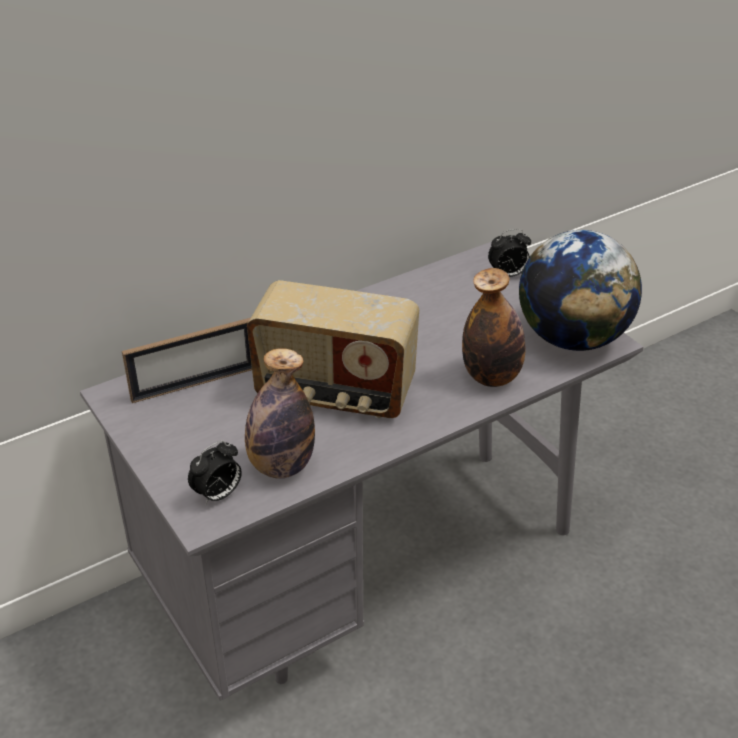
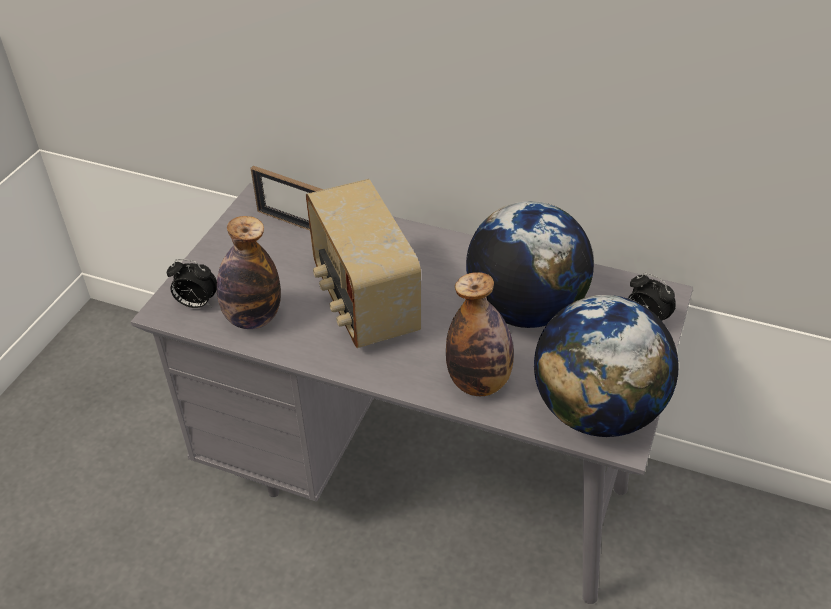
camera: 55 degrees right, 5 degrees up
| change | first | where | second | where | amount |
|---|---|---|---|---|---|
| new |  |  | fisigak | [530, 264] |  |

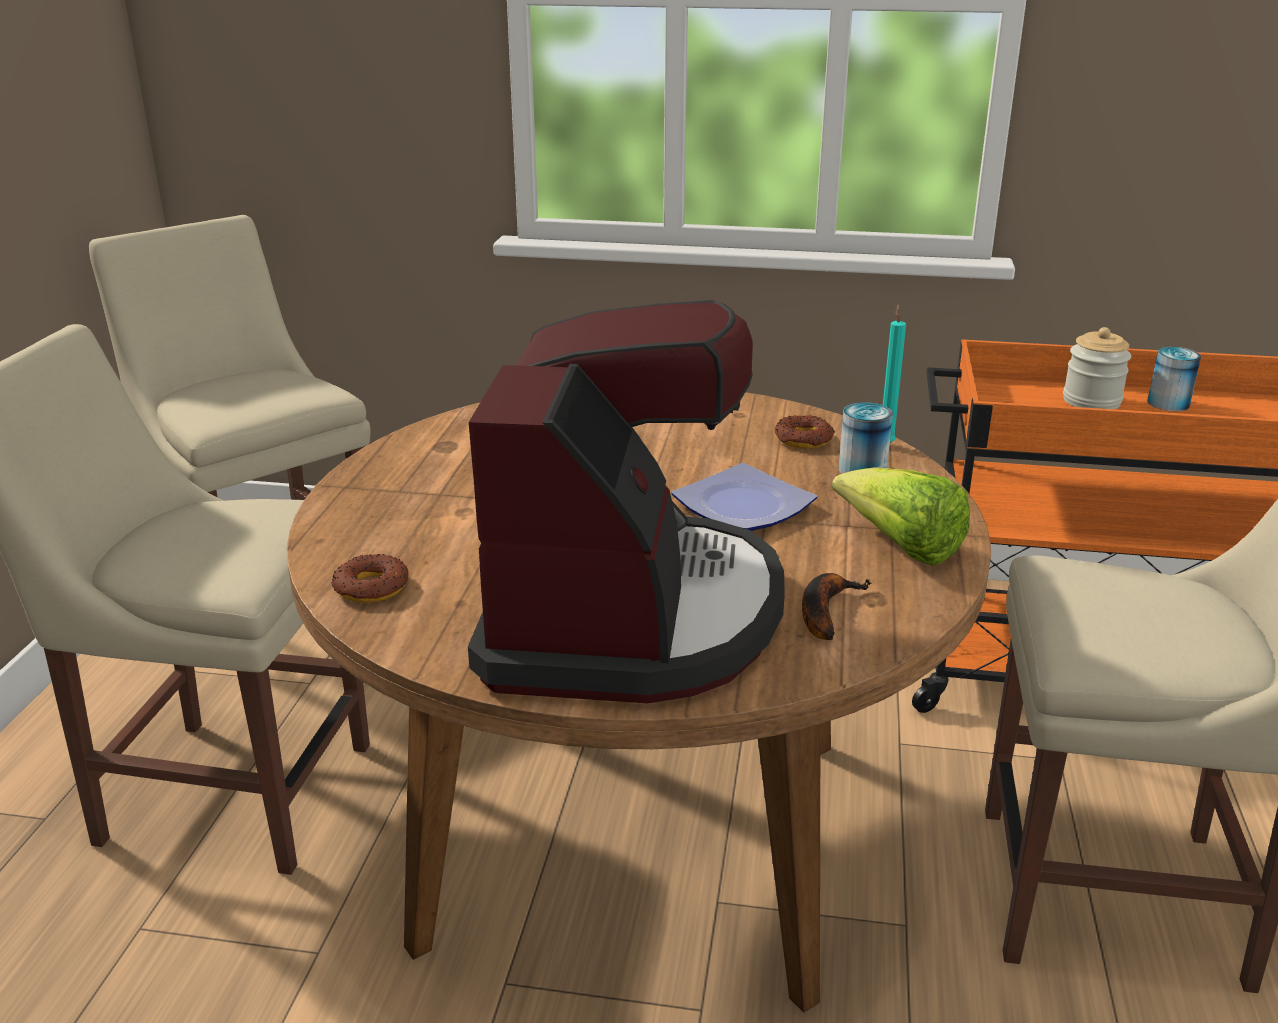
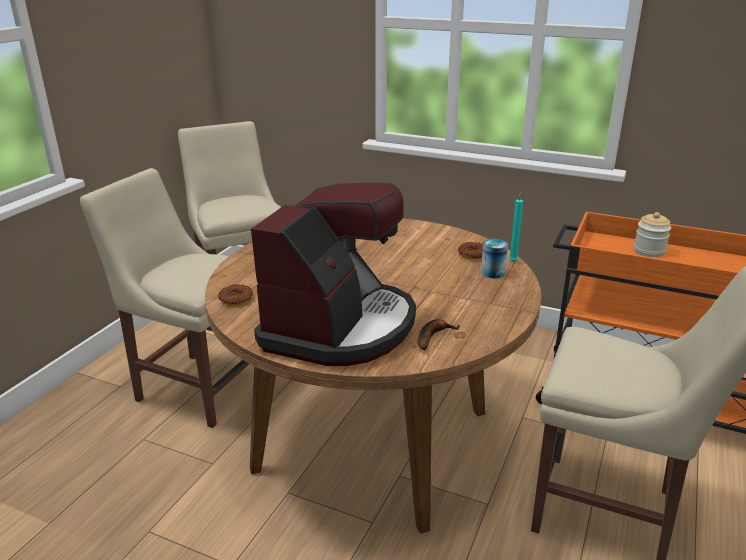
camera: 15 degrees right, 0 degrees up
| change | first | where | second | where | amount |
|---|---|---|---|---|---|
| gone | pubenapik | [744, 497] |  |  |  |
| gone | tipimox | [901, 516] |  |  |  |
| gone | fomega | [1174, 379] |  |  |  |

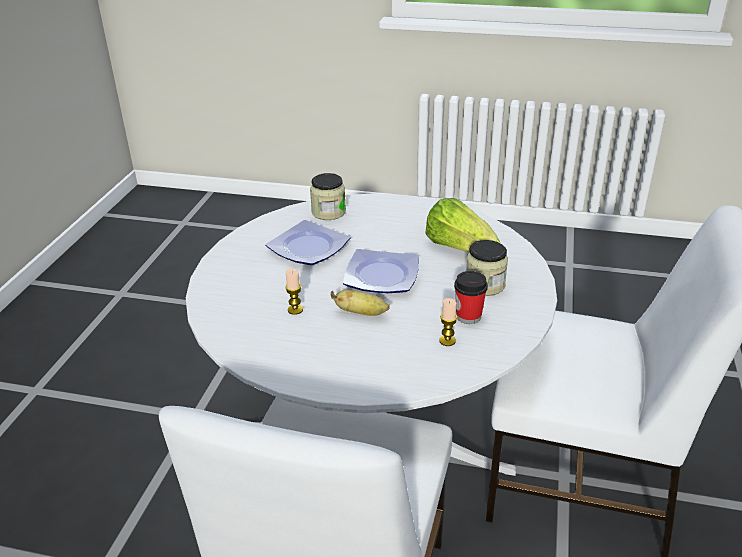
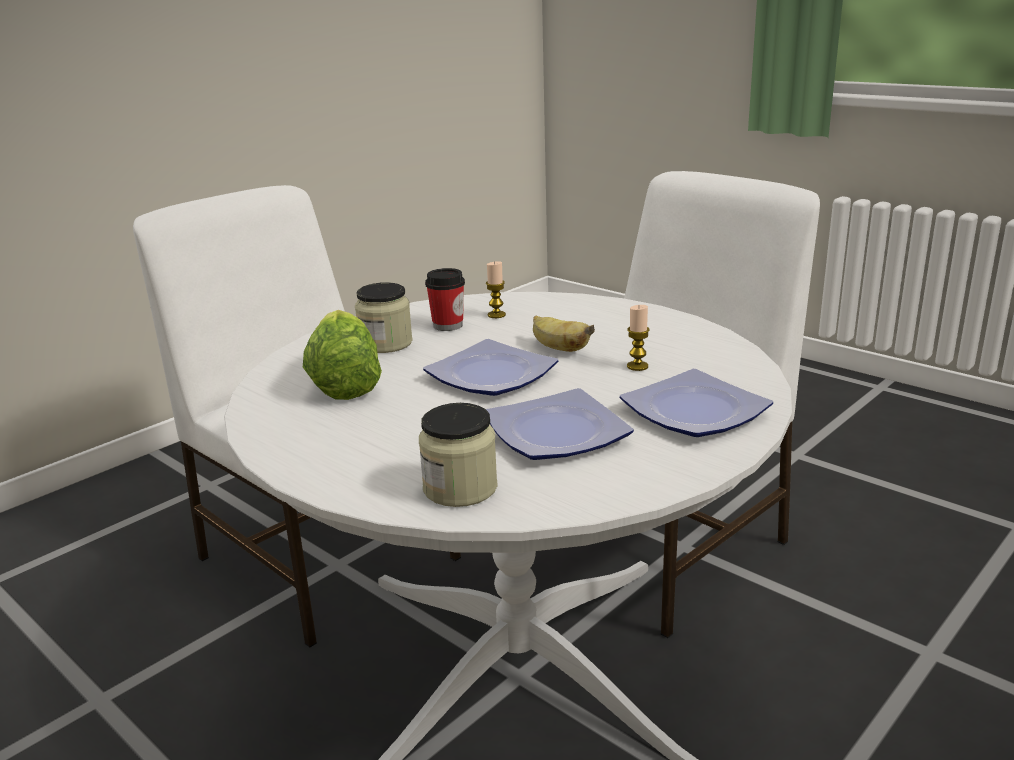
camera: 150 degrees left, 10 degrees down
| change | first | where | second | where | amount |
|---|---|---|---|---|---|
| new |  |  | pubenapik | [696, 403] |  |

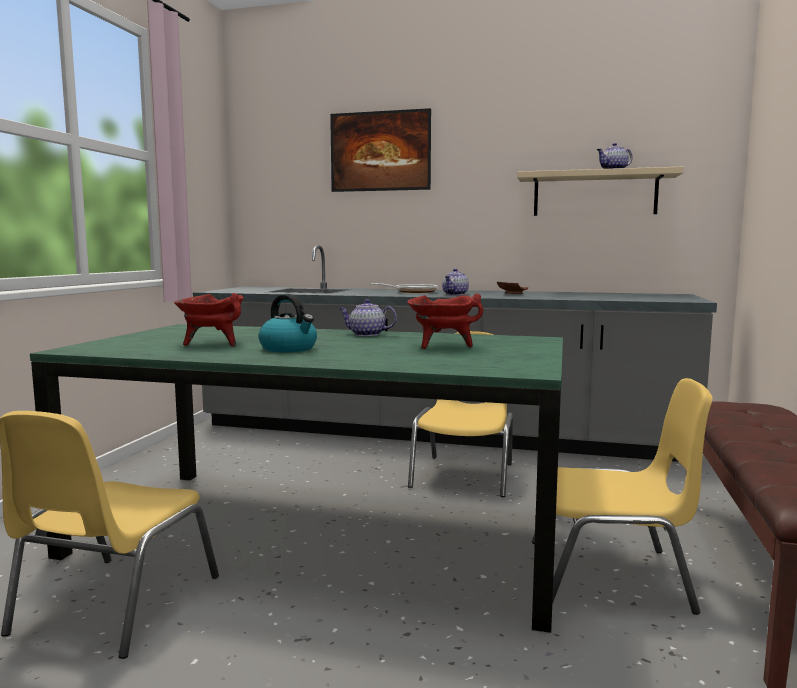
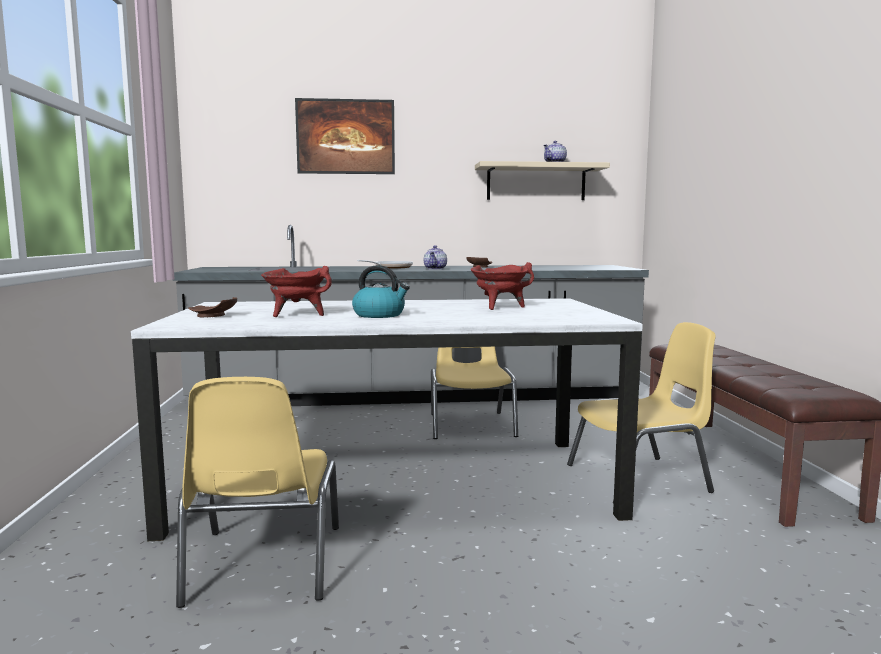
camera: 20 degrees left, 0 degrees up
| change | first | where | second | where | amount |
|---|---|---|---|---|---|
| repainted | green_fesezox | [296, 478] | white_fesezox | [387, 419] |  |
| gone | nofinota | [367, 317] |  |  |  |
| new |  |  | brown_pubenapik | [212, 307] |  |

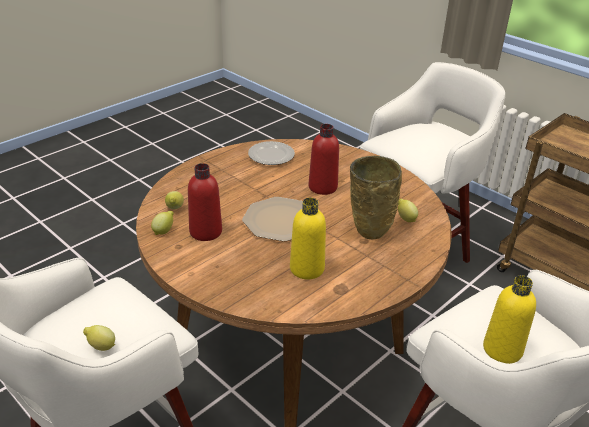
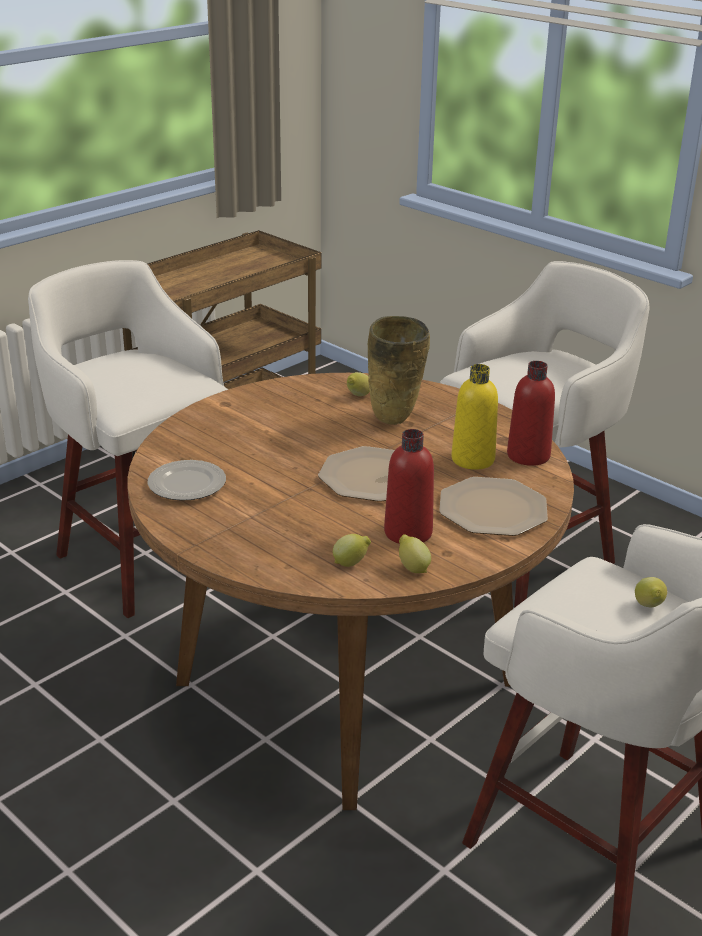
camera: 90 degrees left, 5 degrees down
| change | first | where | second | where | amount |
|---|---|---|---|---|---|
| shifted | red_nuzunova | [324, 159] |  | [531, 413] |  |
| gone | yellow_nuzunova | [509, 319] |  |  |  |
| new |  |  | pubenapik | [493, 506] |  |

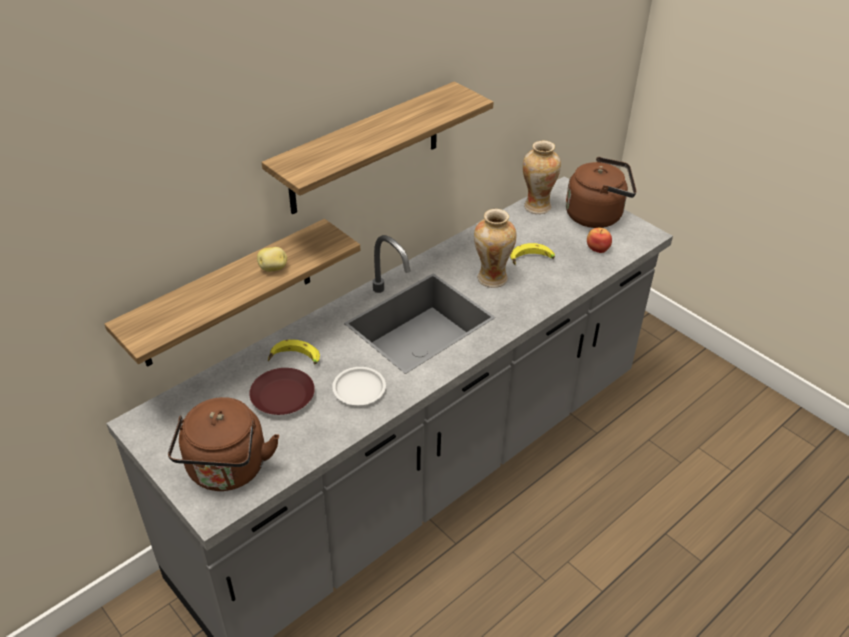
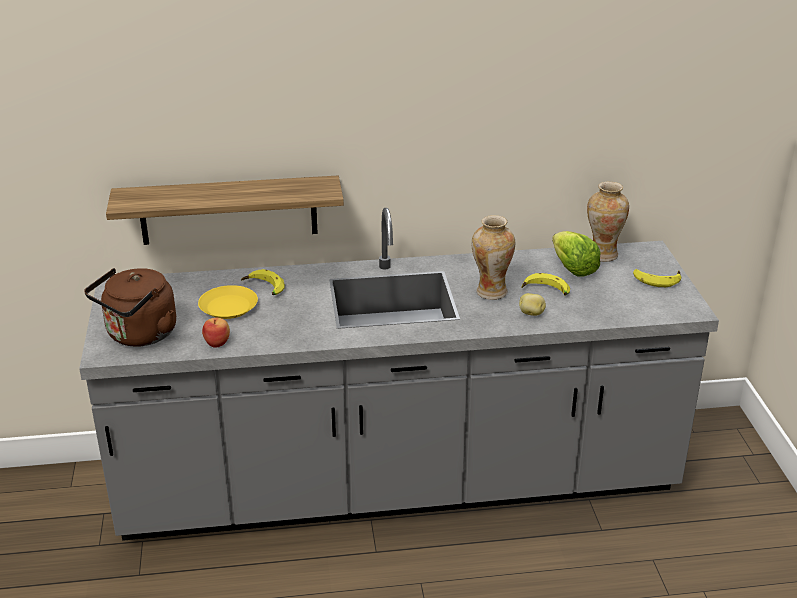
camera: 35 degrees right, 10 degrees down
| change | first | where | second | where | amount |
|---|---|---|---|---|---|
| repainted | brown_pubenapik | [282, 391] | yellow_pubenapik | [228, 302] |  |
| shifted | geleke | [272, 259] |  | [532, 304] |  |
| gone | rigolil | [377, 147] |  |  |  |
| gone | white_pubenapik | [359, 386] |  |  |  |
| swapped | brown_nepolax | [601, 192] | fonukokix | [657, 278] |  |
| shifted | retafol | [599, 240] |  | [216, 333] |  |
| new |  |  | tipimox | [576, 253] |  |

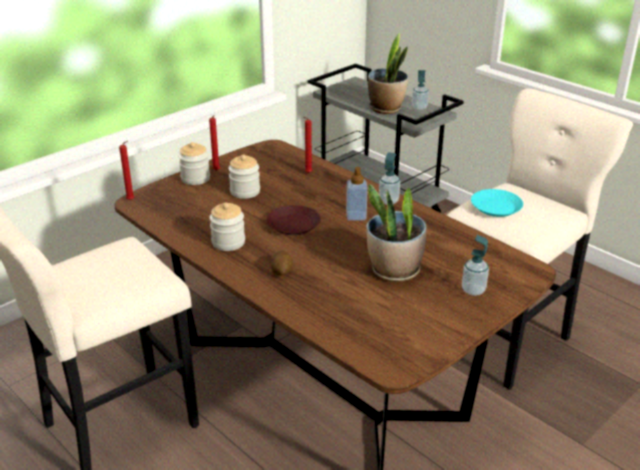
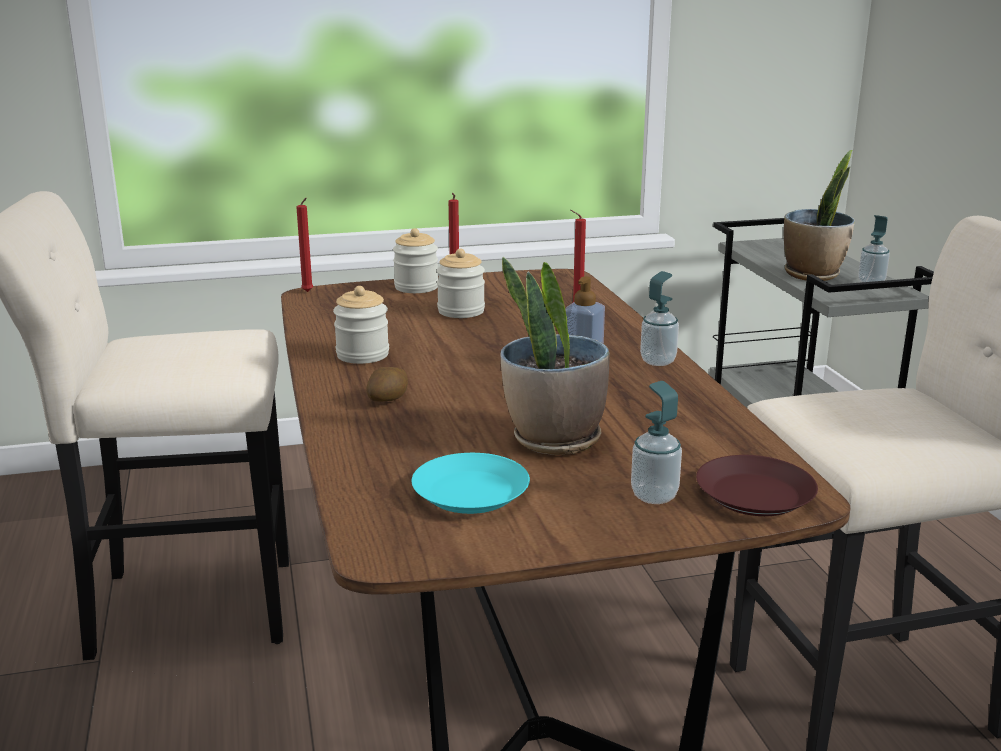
camera: 30 degrees right, 10 degrees down
| change | first | where | second | where | amount |
|---|---|---|---|---|---|
| shifted | brown_pubenapik | [294, 220] |  | [757, 485] |  |
| shifted | turquoise_pubenapik | [497, 203] |  | [471, 483] |  |

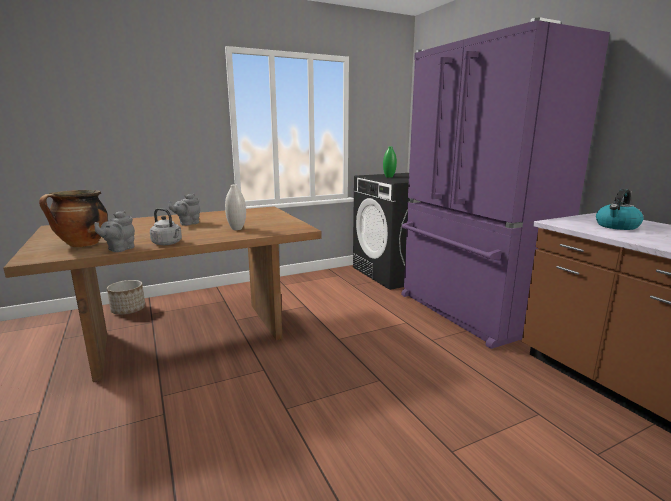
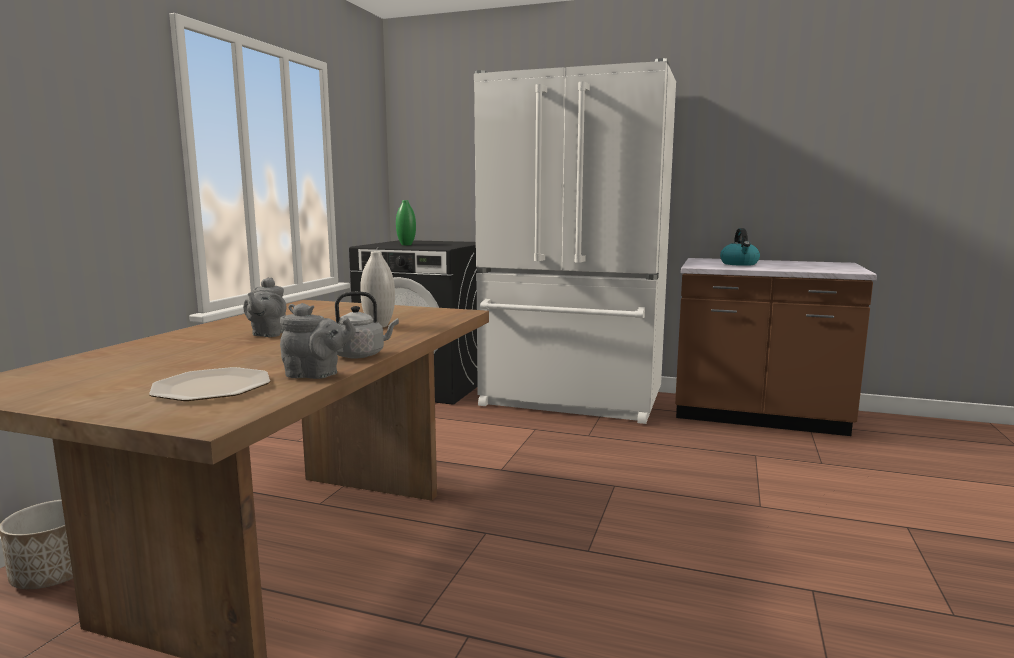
camera: 45 degrees left, 5 degrees down
| change | first | where | second | where | amount |
|---|---|---|---|---|---|
| swapped | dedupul | [73, 219] | pubenapik | [209, 384] |  |
| rotated | grey_nofinota | [114, 231] |  | [318, 341] | 60 degrees counterclockwise |
| repainted | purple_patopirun | [505, 183] | white_patopirun | [575, 241] |  |

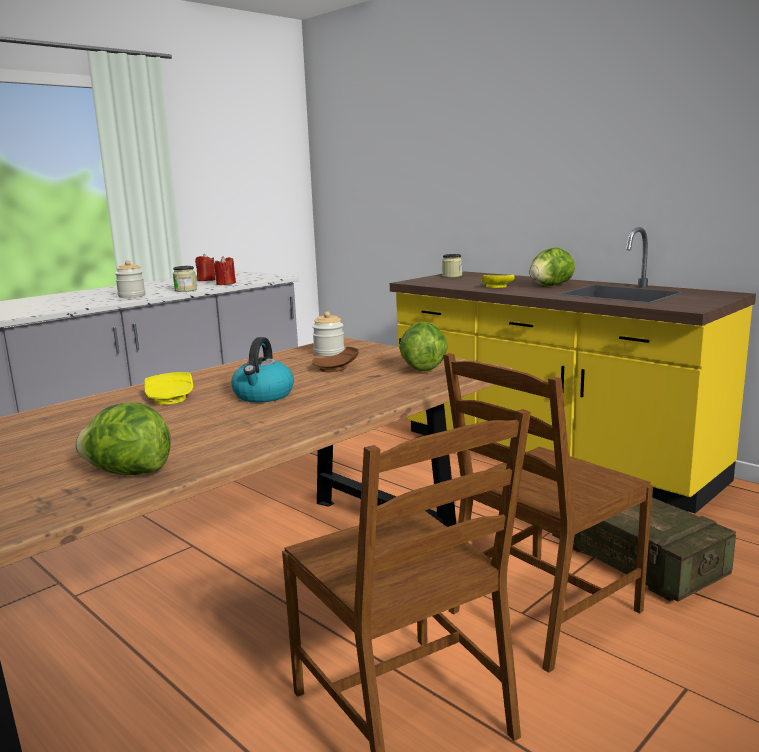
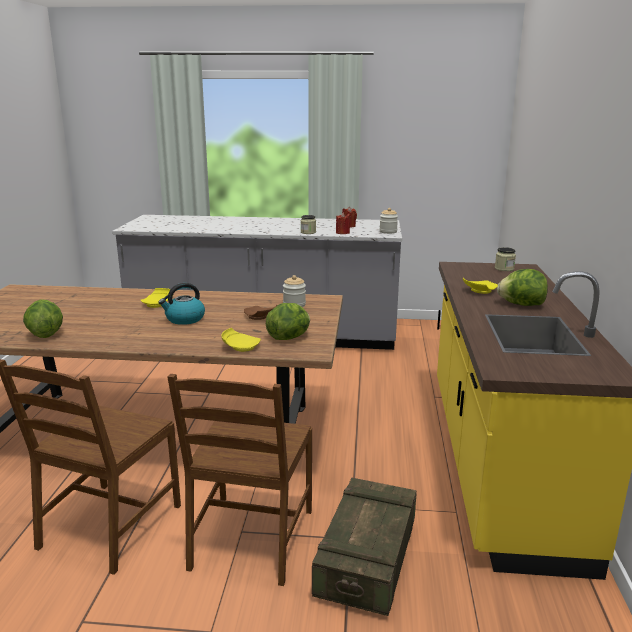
camera: 50 degrees right, 5 degrees up
| change | first | where | second | where | amount |
|---|---|---|---|---|---|
| shifted | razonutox | [130, 279] |  | [388, 221] |  |
| rotated | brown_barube | [548, 513] |  | [239, 480] | 90 degrees counterclockwise |
| new |  |  | yellow_pubenapik | [241, 340] |  |

